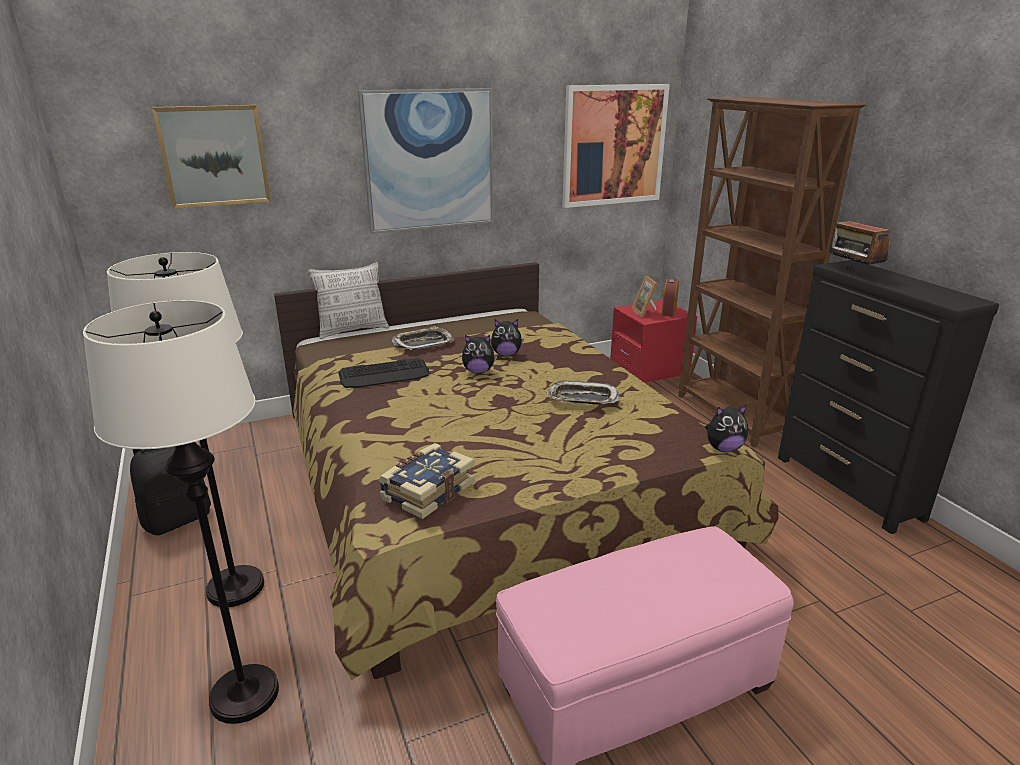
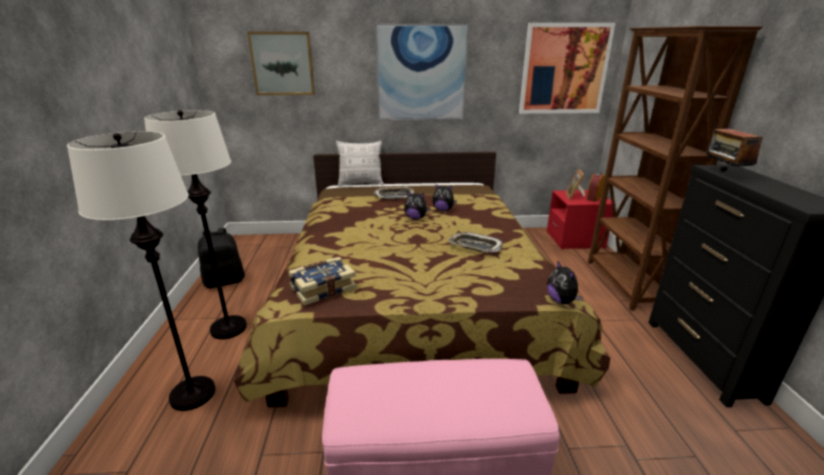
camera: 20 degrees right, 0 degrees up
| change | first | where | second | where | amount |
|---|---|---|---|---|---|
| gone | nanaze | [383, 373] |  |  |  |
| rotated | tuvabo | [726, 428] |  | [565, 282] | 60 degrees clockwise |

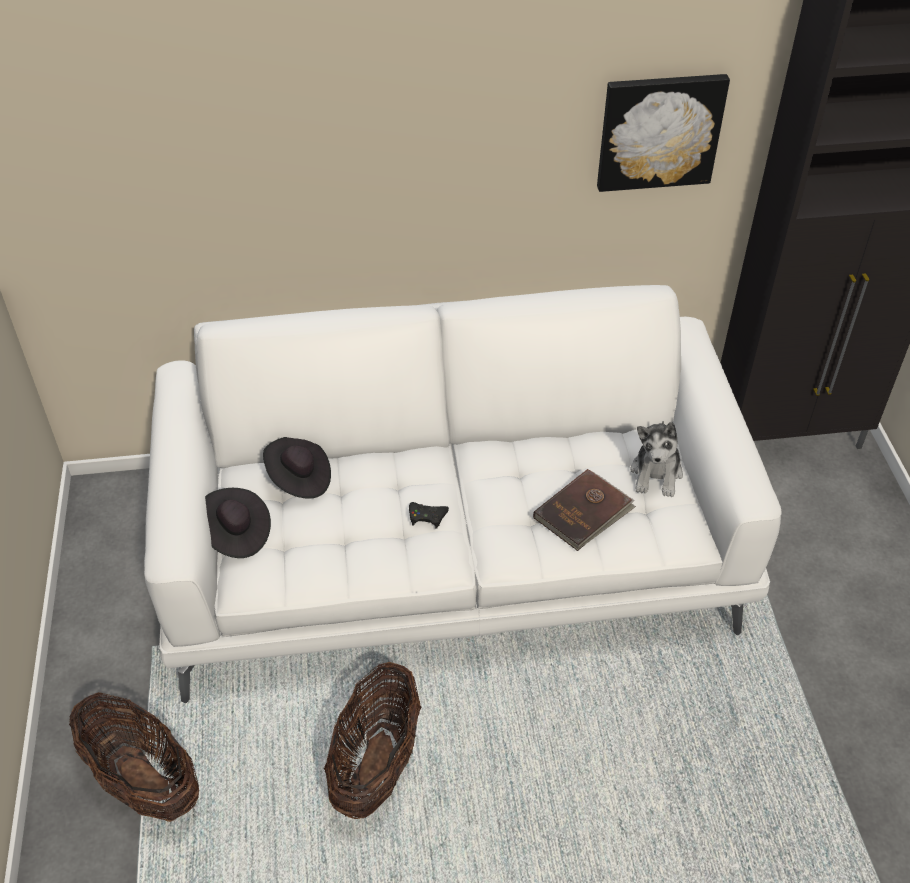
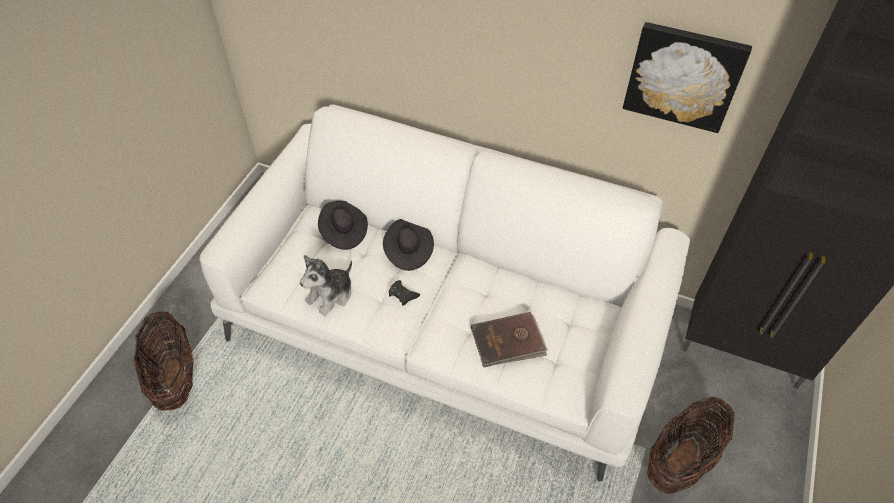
camera: 30 degrees right, 5 degrees up
| change | first | where | second | where | amount |
|---|---|---|---|---|---|
| shifted | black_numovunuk | [238, 523] |  | [408, 245] |  |
| shifted | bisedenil | [372, 740] |  | [691, 445] |  |
| shifted | tuvabo | [656, 459] |  | [326, 285] |  |

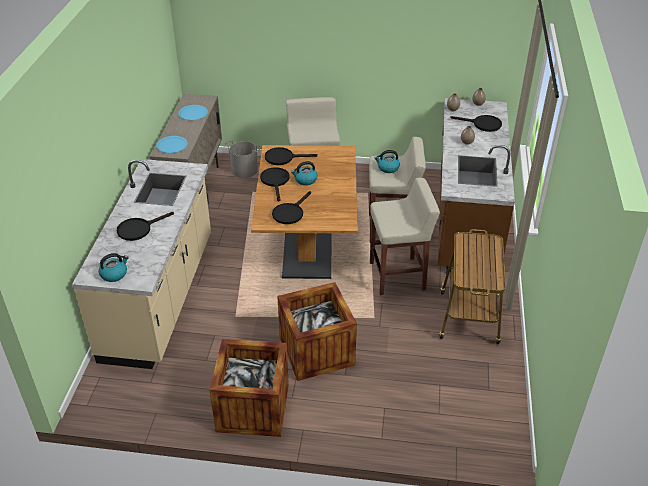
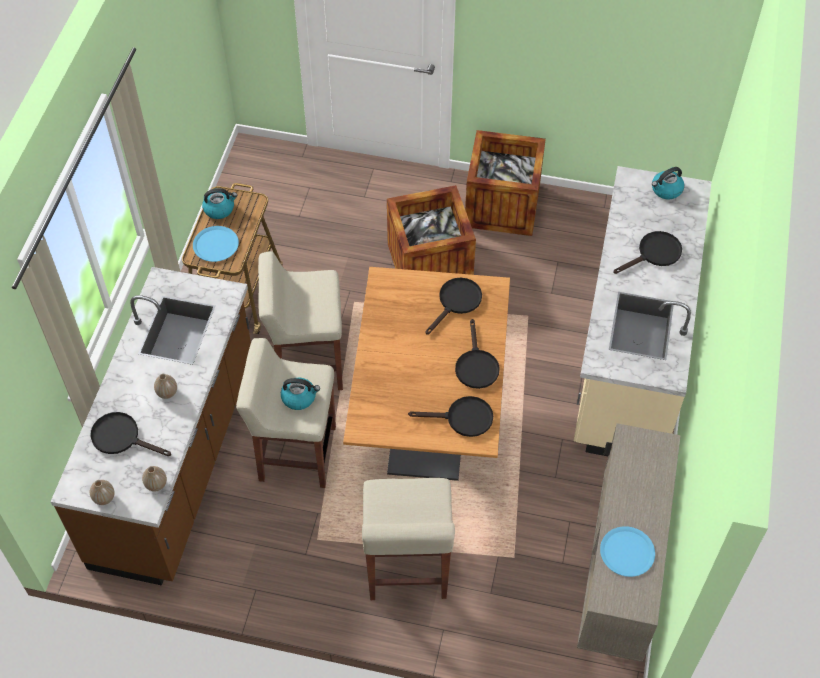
camera: 175 degrees left, 15 degrees up
| change | first | where | second | where | amount |
|---|---|---|---|---|---|
| shifted | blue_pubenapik | [172, 144] |  | [216, 244] |  |
| gone | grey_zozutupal | [242, 159] |  |  |  |
| shifted | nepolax | [304, 173] |  | [219, 203] |  |

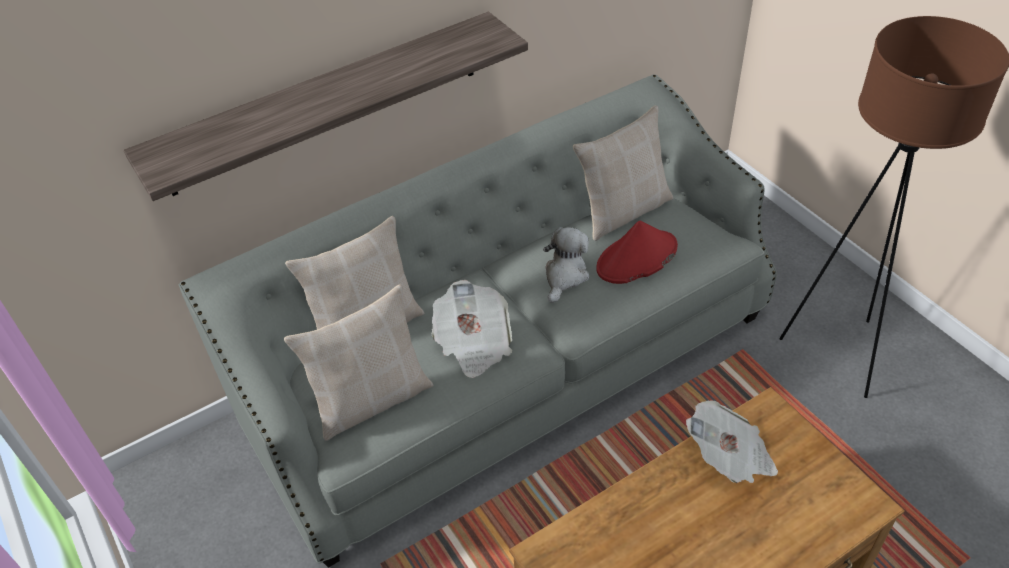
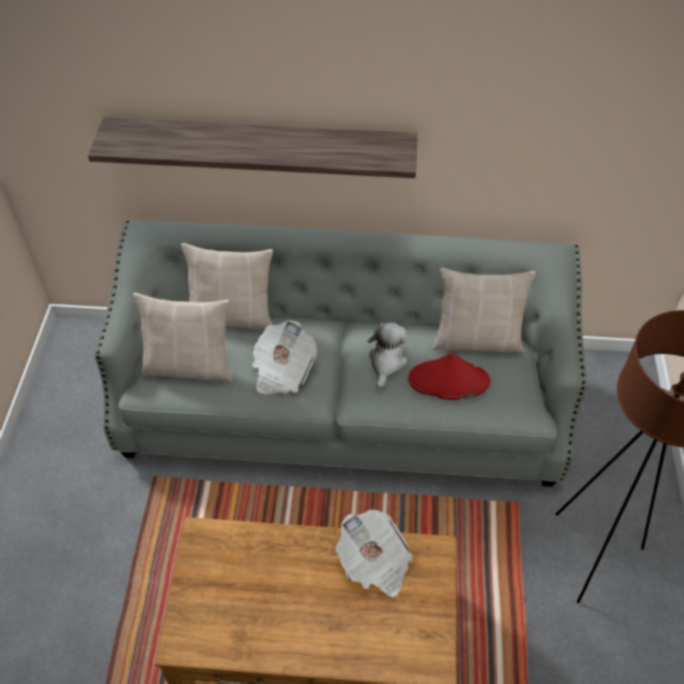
camera: 35 degrees right, 5 degrees up
| change | first | where | second | where | amount |
|---|---|---|---|---|---|
| rotated | tuvabo | [566, 265] |  | [387, 355] | 45 degrees counterclockwise |

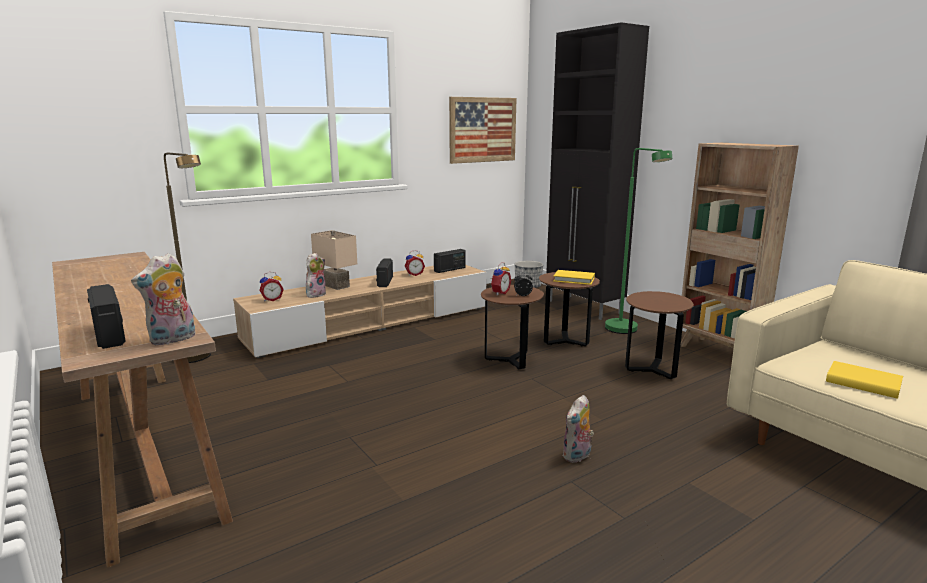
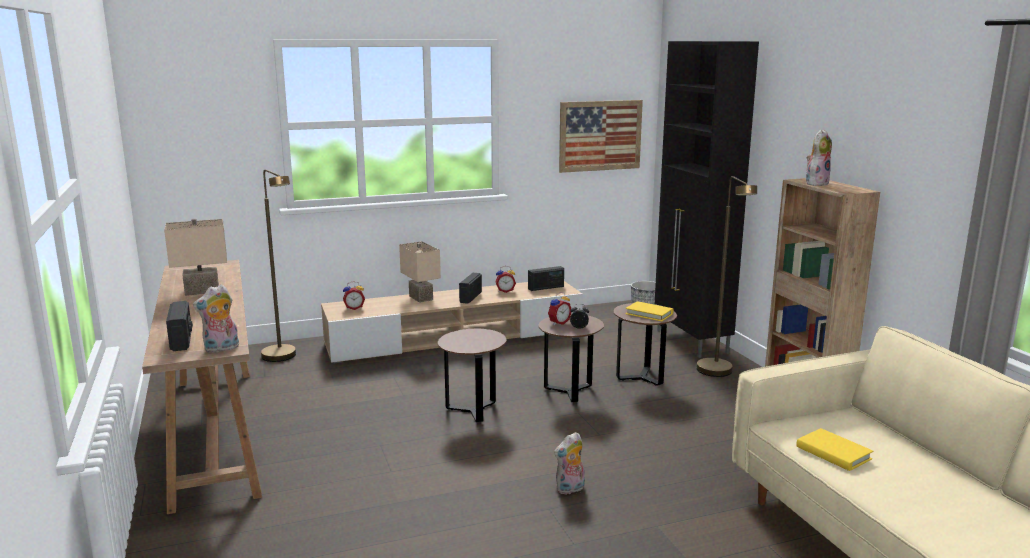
camera: 15 degrees right, 0 degrees up
| change | first | where | second | where | amount |
|---|---|---|---|---|---|
| shifted | tuvabo | [316, 275] |  | [819, 157] |  |
| repainted | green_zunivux | [638, 241] | brown_zunivux | [727, 276] |  |
| shifted | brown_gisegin | [659, 335] |  | [472, 375] |  |
| new |  |  | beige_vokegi | [195, 257] |  |

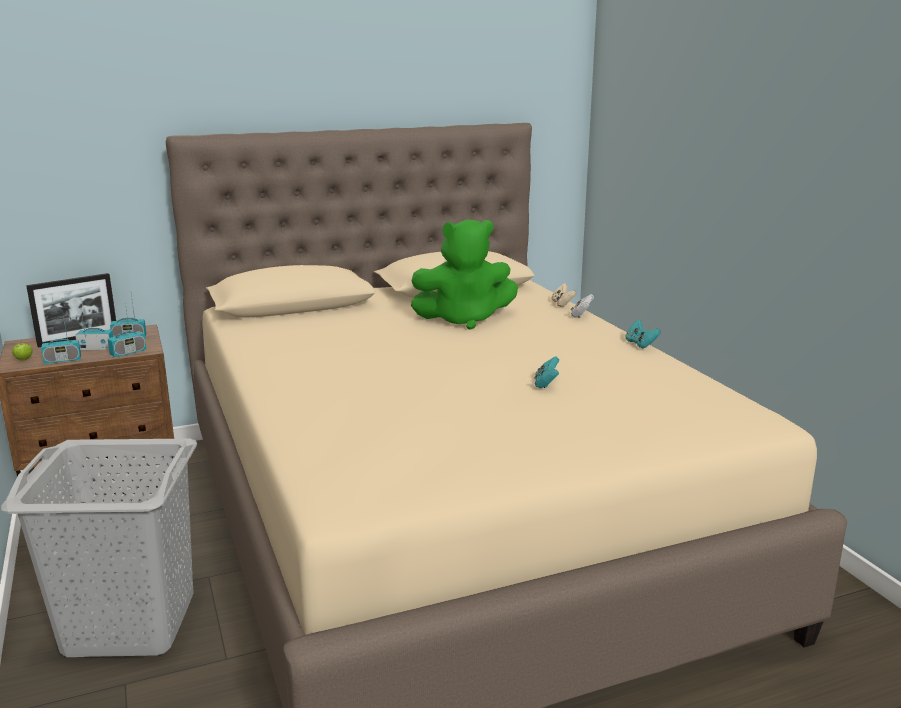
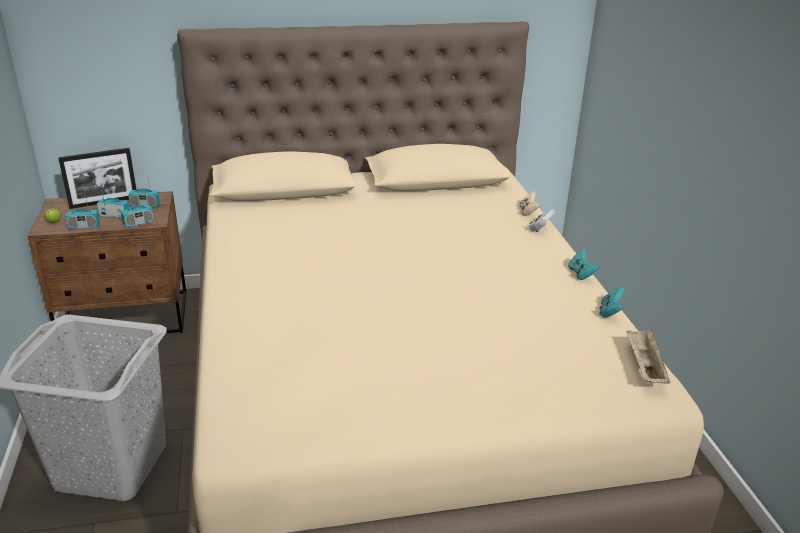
camera: 10 degrees right, 10 degrees up
| change | first | where | second | where | amount |
|---|---|---|---|---|---|
| gone | green_tuvabo | [464, 275] |  |  |  |
| shifted | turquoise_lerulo | [546, 372] |  | [612, 302] |  |
| new |  |  | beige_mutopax | [648, 356] |  |

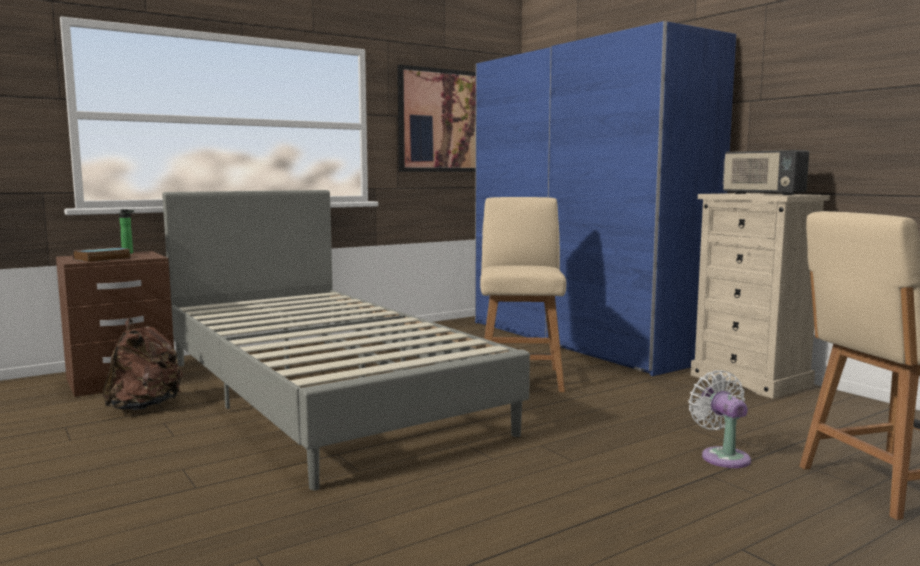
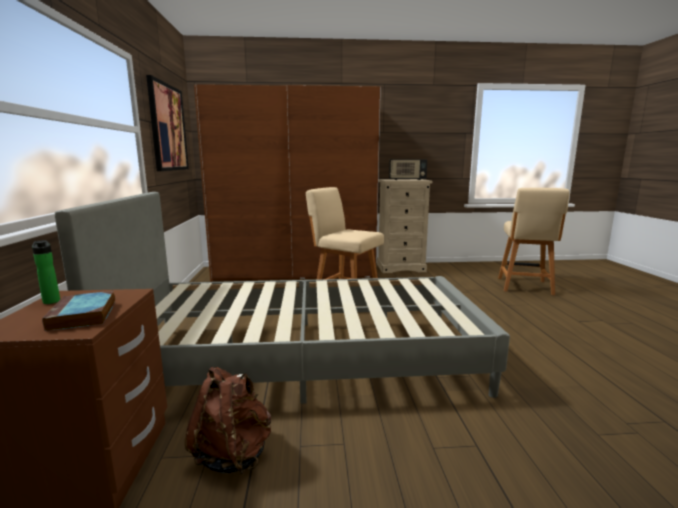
camera: 60 degrees left, 5 degrees up
| change | first | where | second | where | amount |
|---|---|---|---|---|---|
| repainted | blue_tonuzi | [605, 198] | brown_tonuzi | [287, 183] |  |
| gone | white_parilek | [719, 419] |  |  |  |

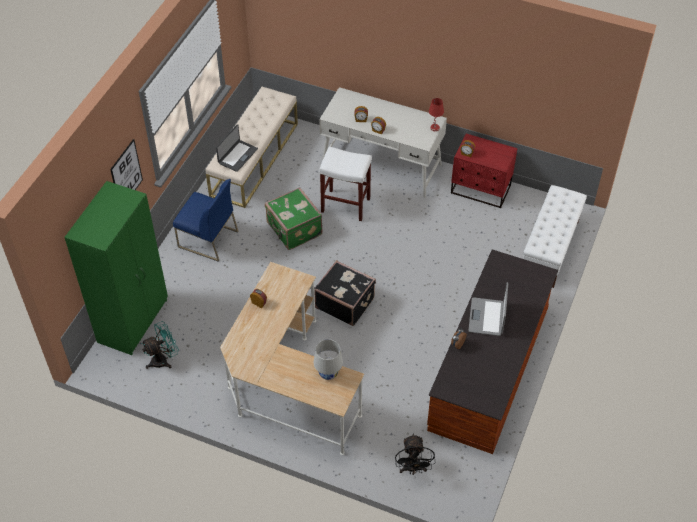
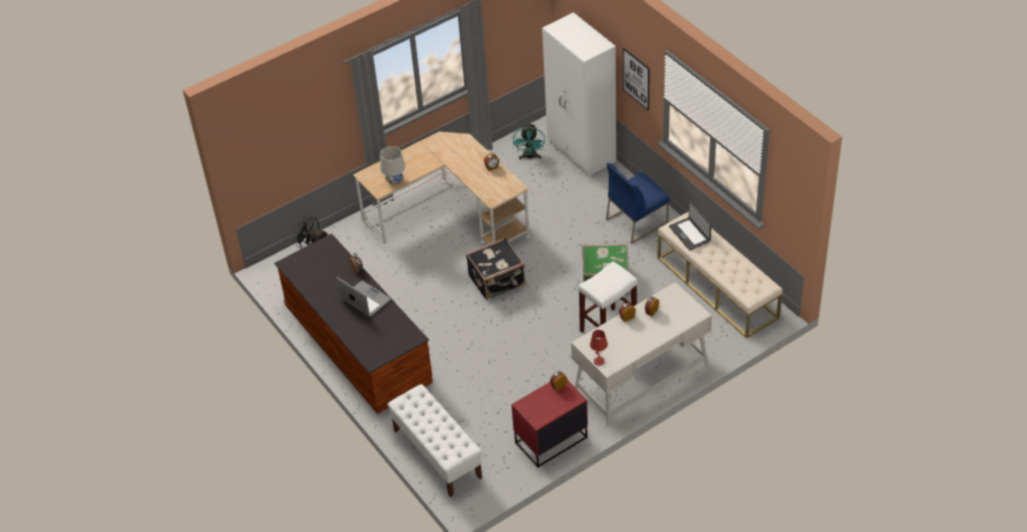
camera: 125 degrees right, 5 degrees down
| change | first | where | second | where | amount |
|---|---|---|---|---|---|
| repainted | green_tonuzi | [116, 268] | white_tonuzi | [579, 94] |  |

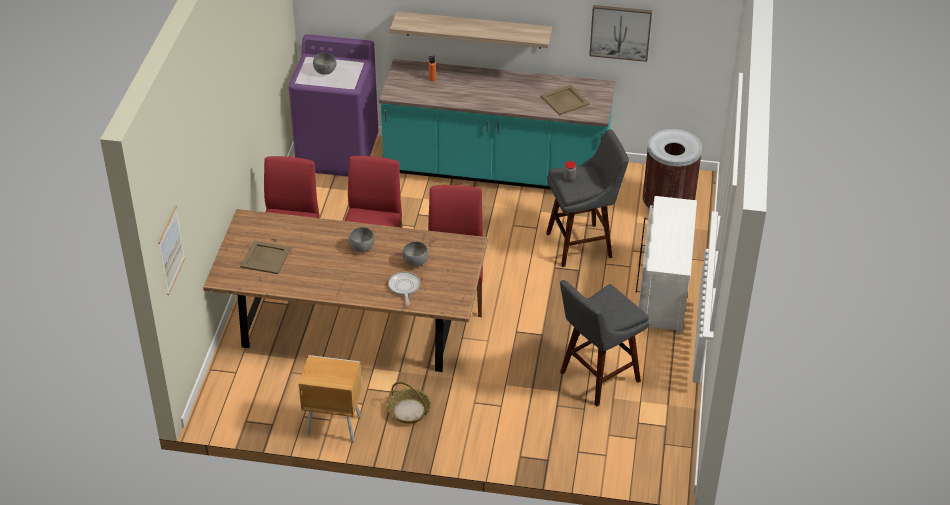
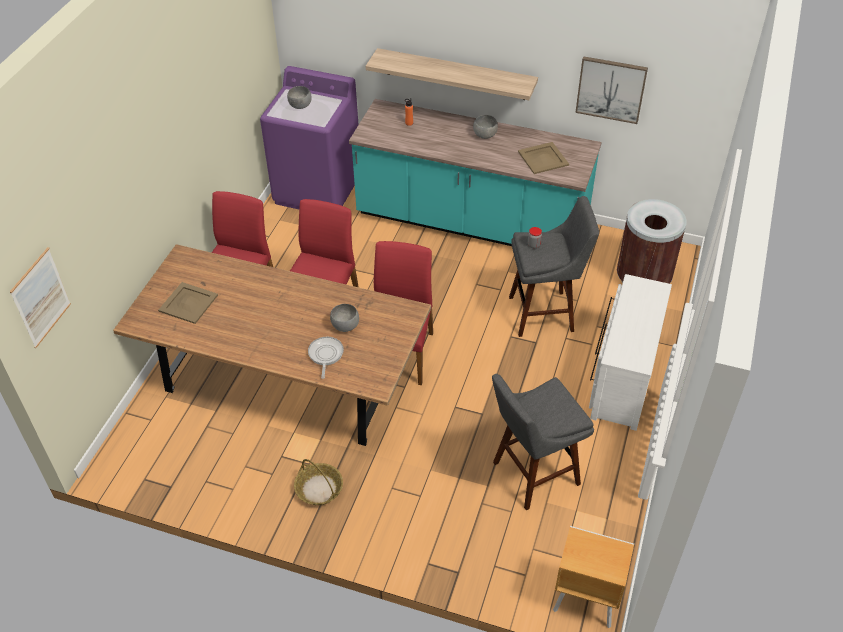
camera: 10 degrees right, 5 degrees up
| change | first | where | second | where | amount |
|---|---|---|---|---|---|
| shifted | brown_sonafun | [330, 398] |  | [593, 577] |  |
| shifted | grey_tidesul | [362, 239] |  | [485, 127] |  |

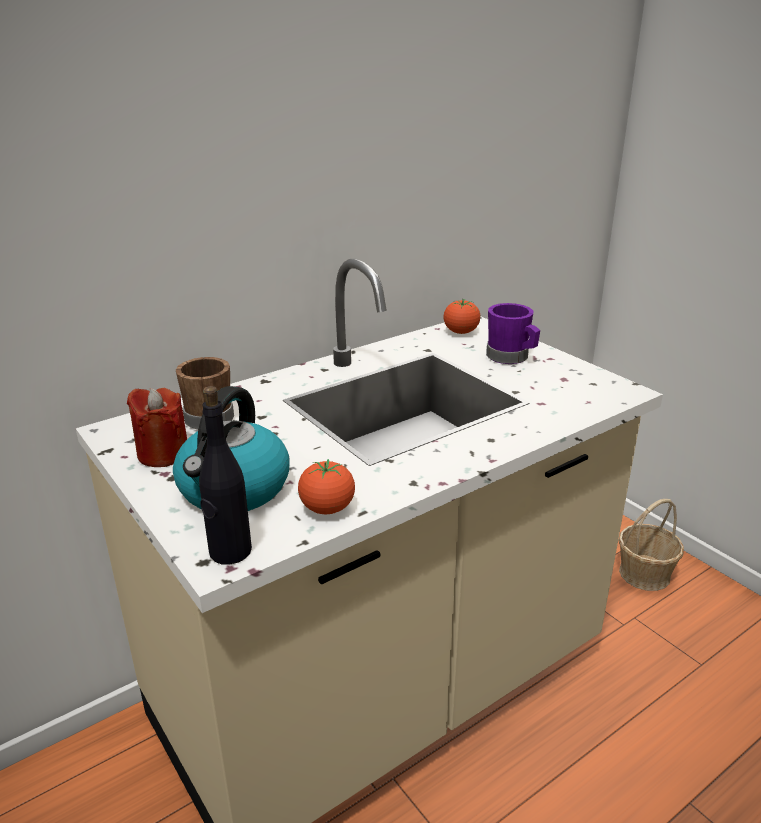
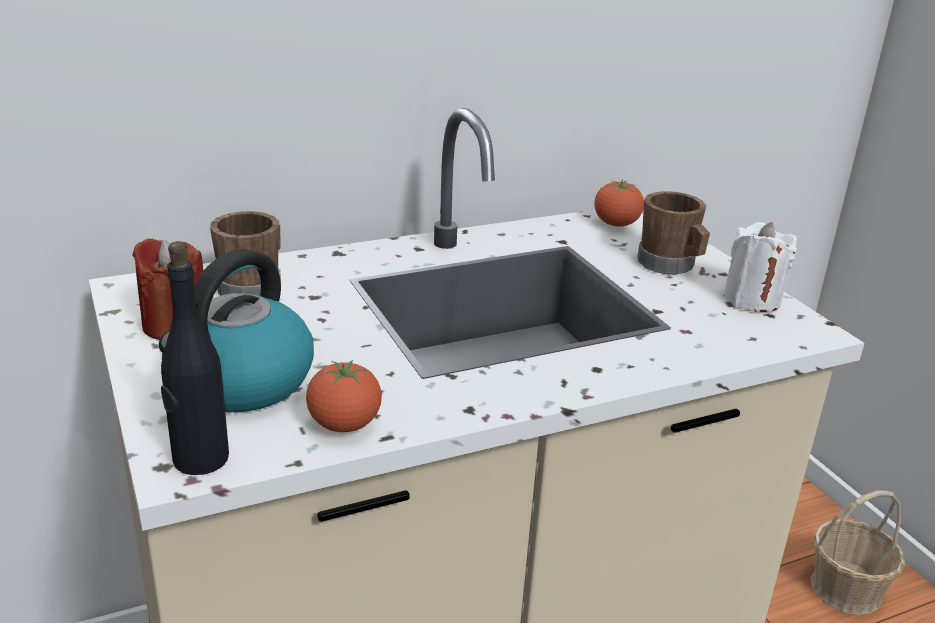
camera: 10 degrees right, 0 degrees up
| change | first | where | second | where | amount |
|---|---|---|---|---|---|
| repainted | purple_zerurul | [513, 333] | brown_zerurul | [673, 232] |  |
| new |  |  | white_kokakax | [760, 267] |  |

